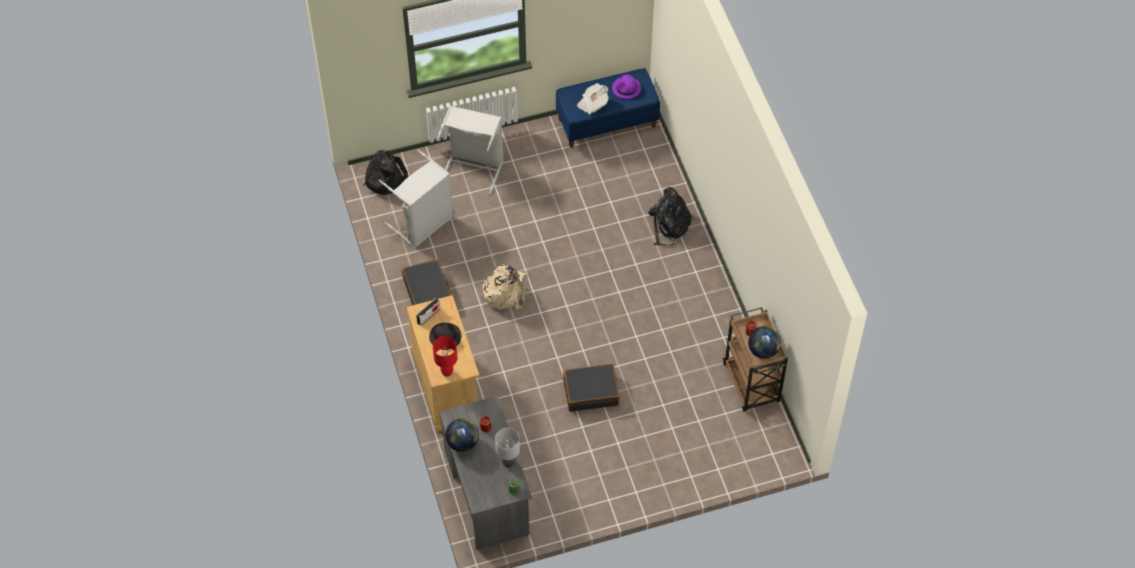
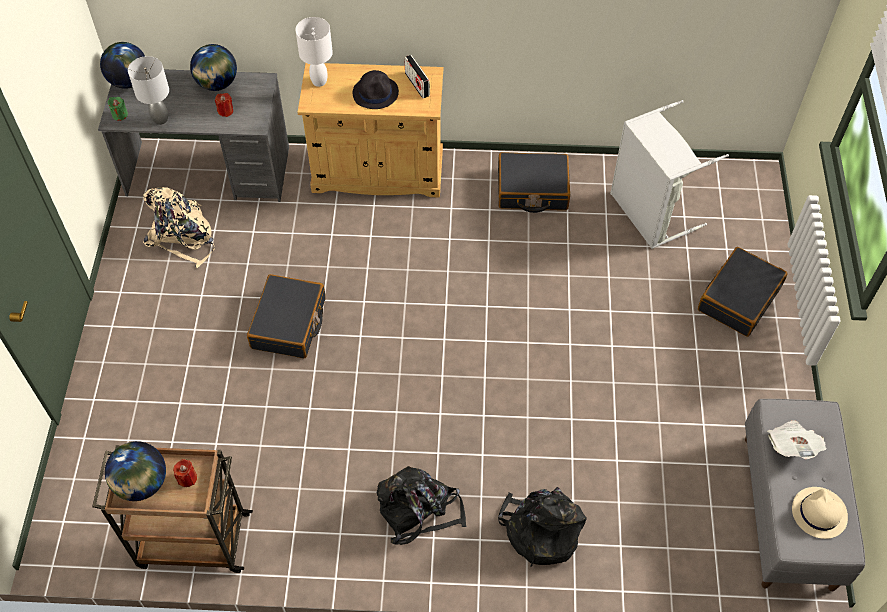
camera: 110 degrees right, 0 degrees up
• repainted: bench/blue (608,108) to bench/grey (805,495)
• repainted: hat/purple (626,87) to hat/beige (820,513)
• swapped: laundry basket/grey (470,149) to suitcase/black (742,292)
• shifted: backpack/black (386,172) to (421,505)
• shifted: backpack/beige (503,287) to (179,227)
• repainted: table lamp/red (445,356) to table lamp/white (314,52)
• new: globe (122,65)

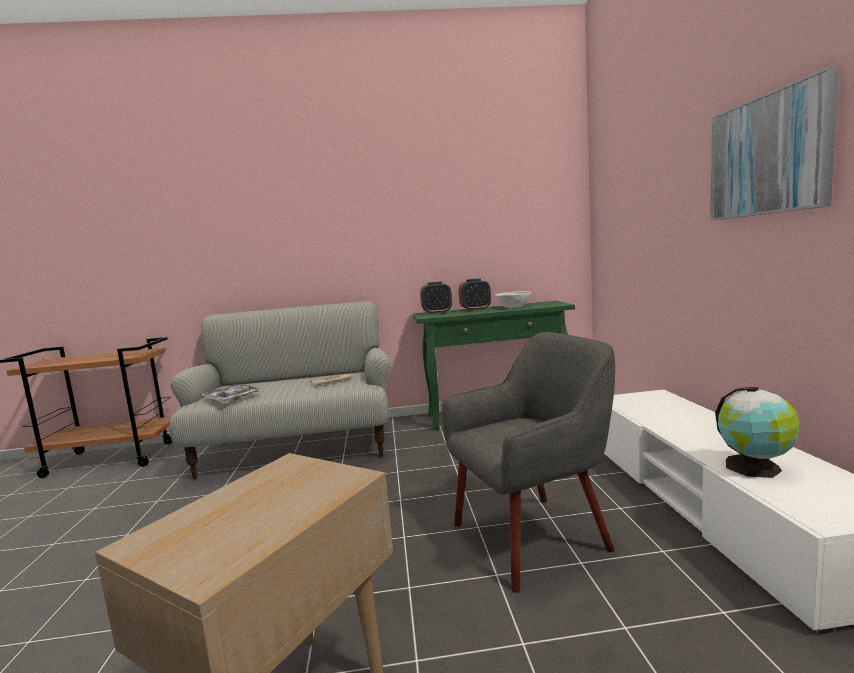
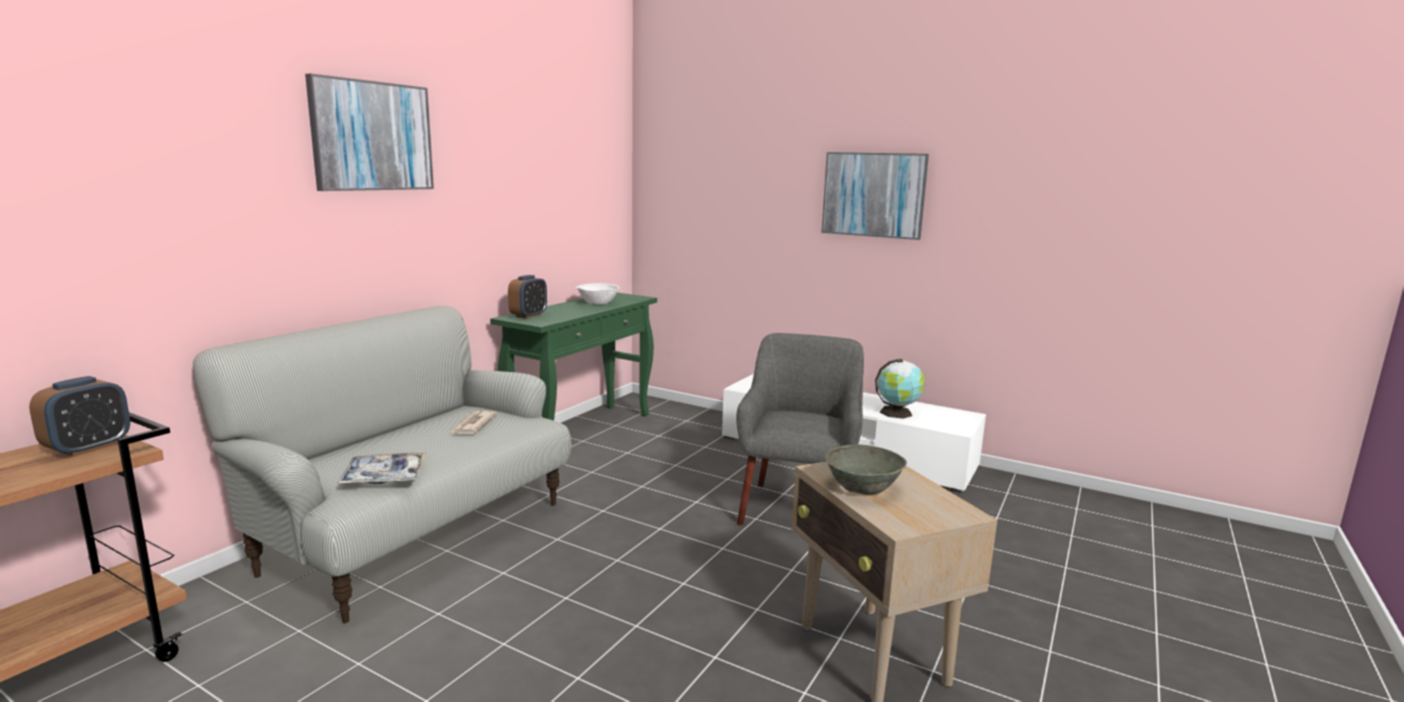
camera: 55 degrees left, 5 degrees up
• shifted: alarm clock (475,294) to (79,416)
• new: picture (369,132)
• new: bowl/grey (866,469)

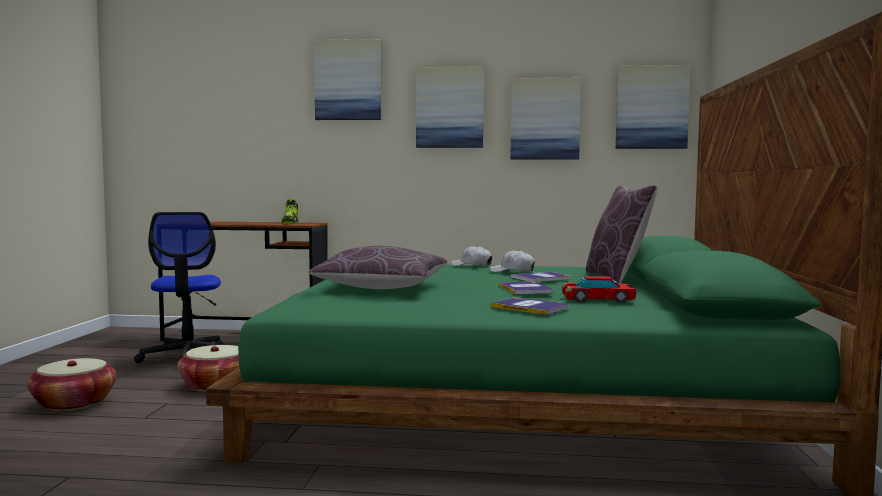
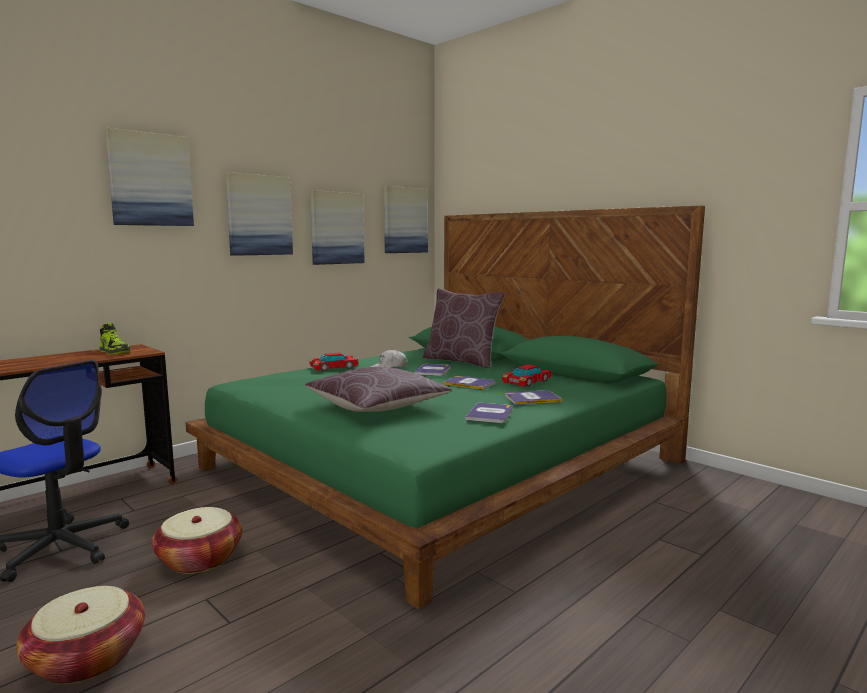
camera: 50 degrees left, 5 degrees up
• swapped: cap/white (471,256) to toy car (333,361)
• new: book (489,413)

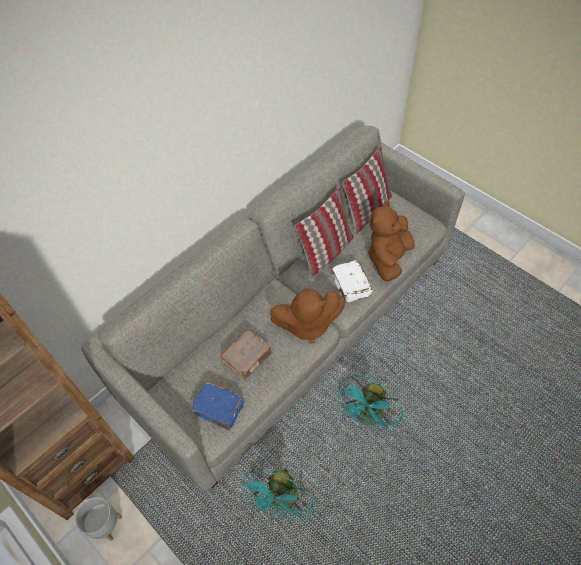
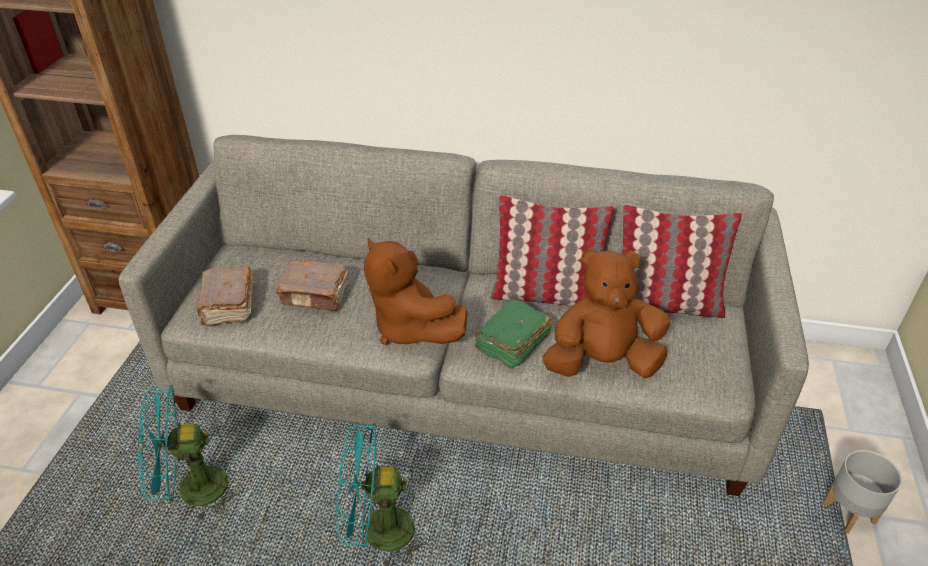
camera: 55 degrees right, 15 degrees down
• repainted: book/white (351,281) to book/green (513,334)
• repainted: book/blue (217,406) to book/brown (225,296)
• shifted: planter/grey (98,519) to (862,492)

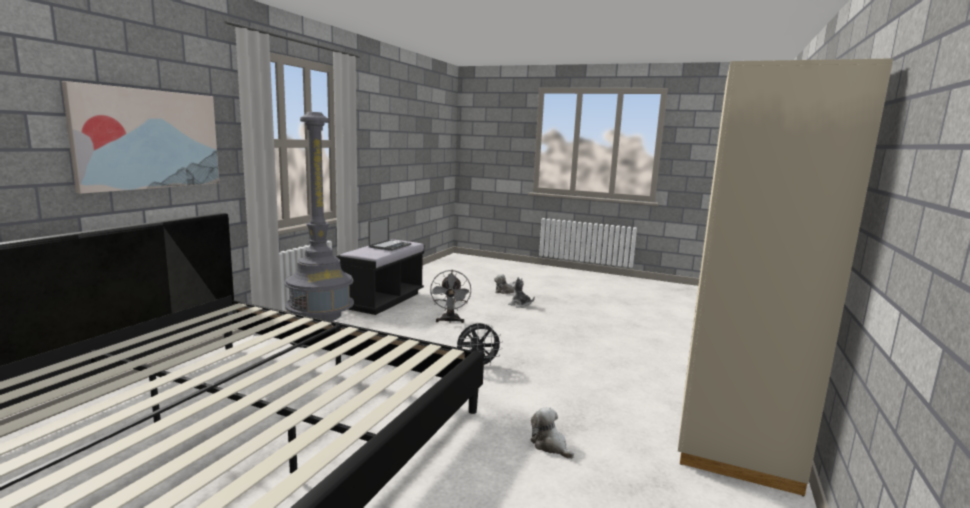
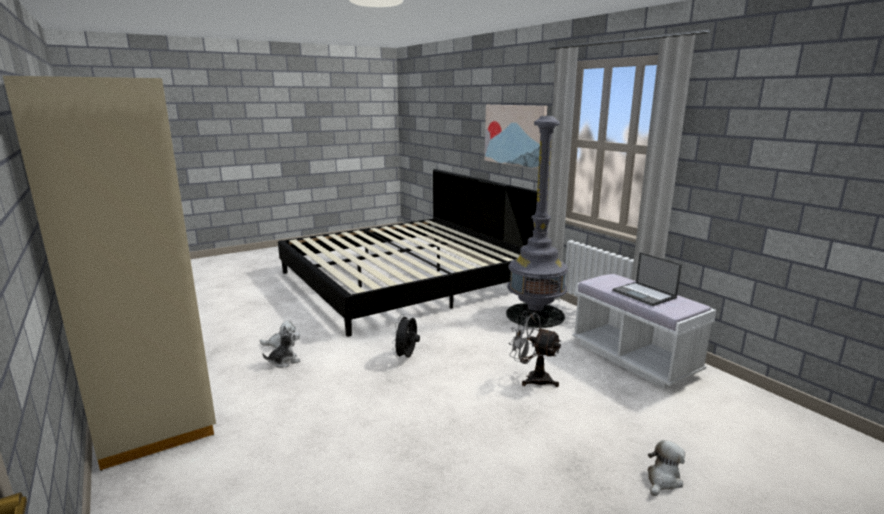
camera: 125 degrees right, 5 degrees up
• repainted: bench/black (380,277) to bench/white (644,331)
• shifted: plush toy (521,292) to (281,346)

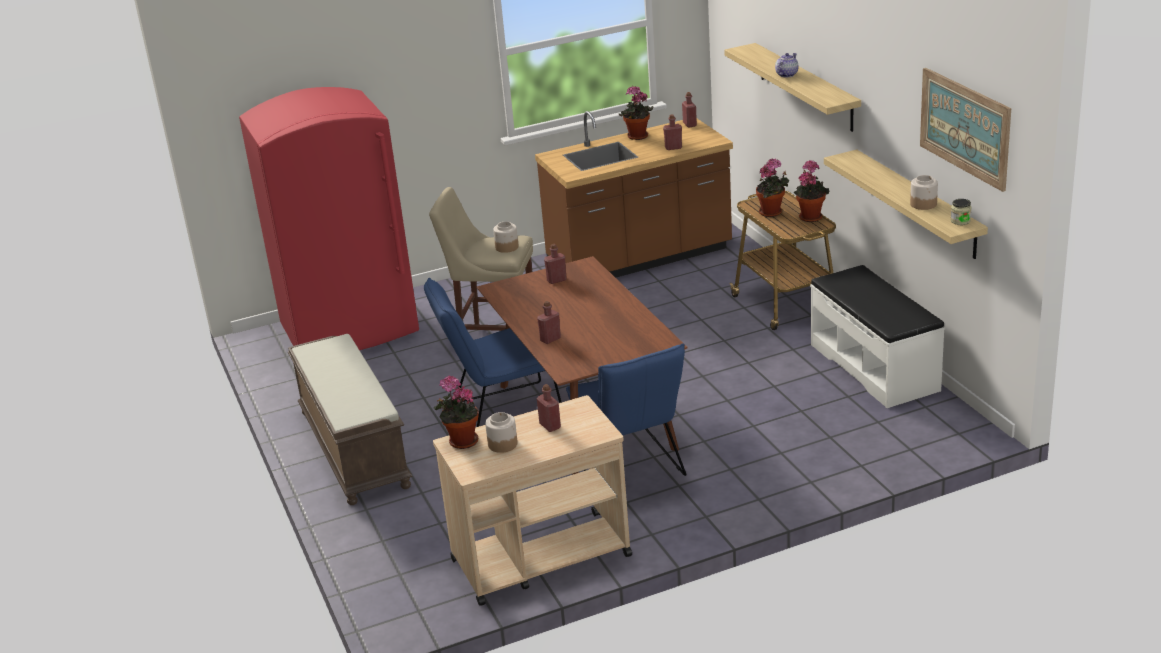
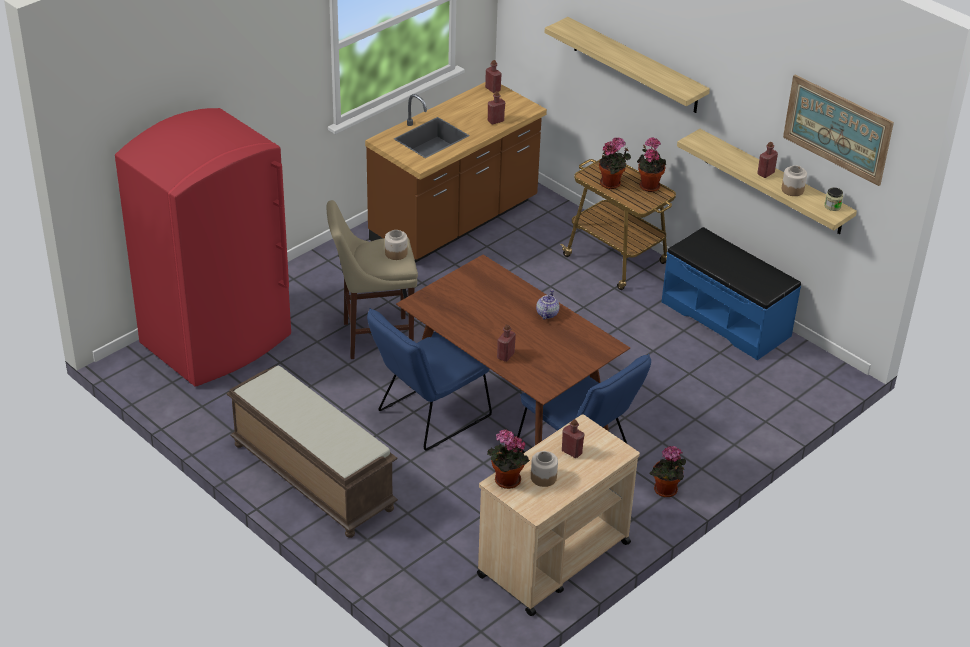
camera: 25 degrees left, 10 degrees up
• shifted: teapot (786,65) to (547,304)
• shifted: potted plant (636,113) to (668,471)
• shifted: bottle/red (555,264) to (767,160)
• repainted: bench/white (877,336) to bench/blue (731,293)

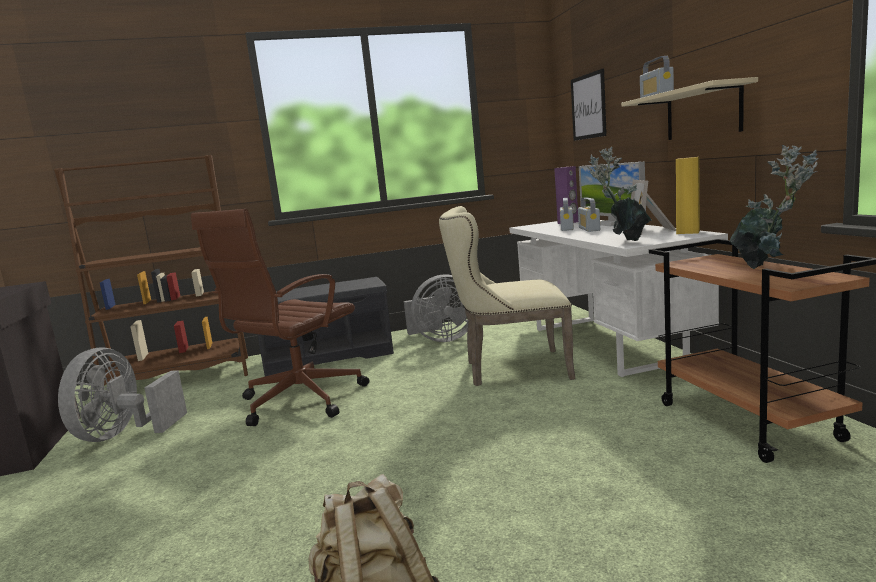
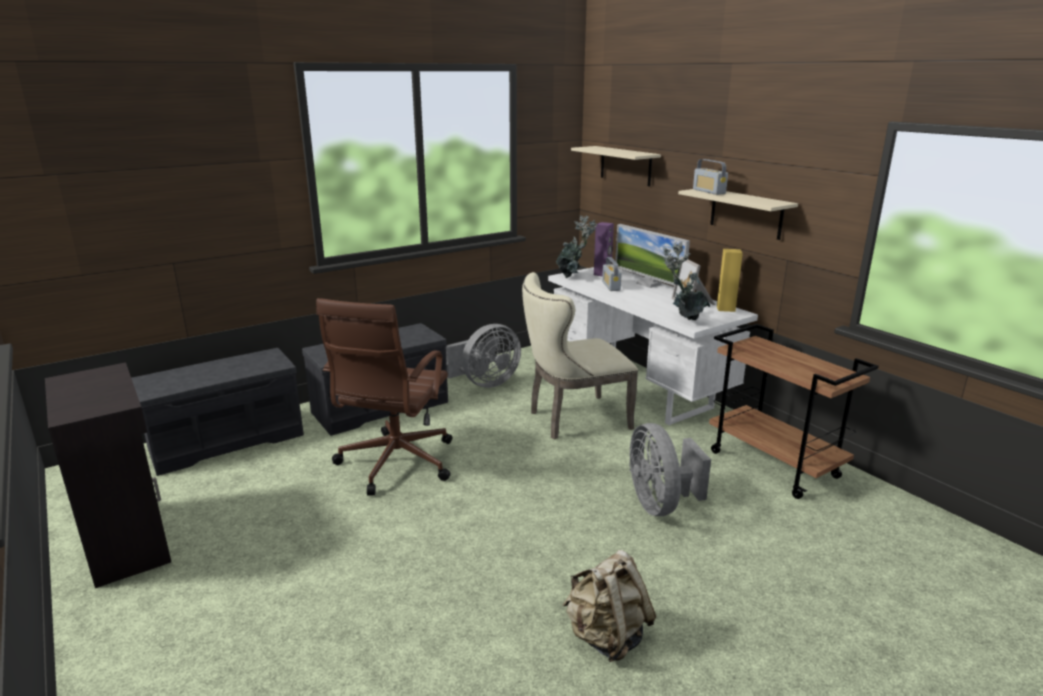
camera: 20 degrees left, 10 degrees up
• swapped: picture (589,105) to shelf/beige (616,166)
• shifted: potted plant (774,207) to (576,246)
• swapped: bookcase/brown (151,270) to bench/grey (217,412)
• gone: radio (589,214)
• shifted: fan/grey (122,394) to (670,469)

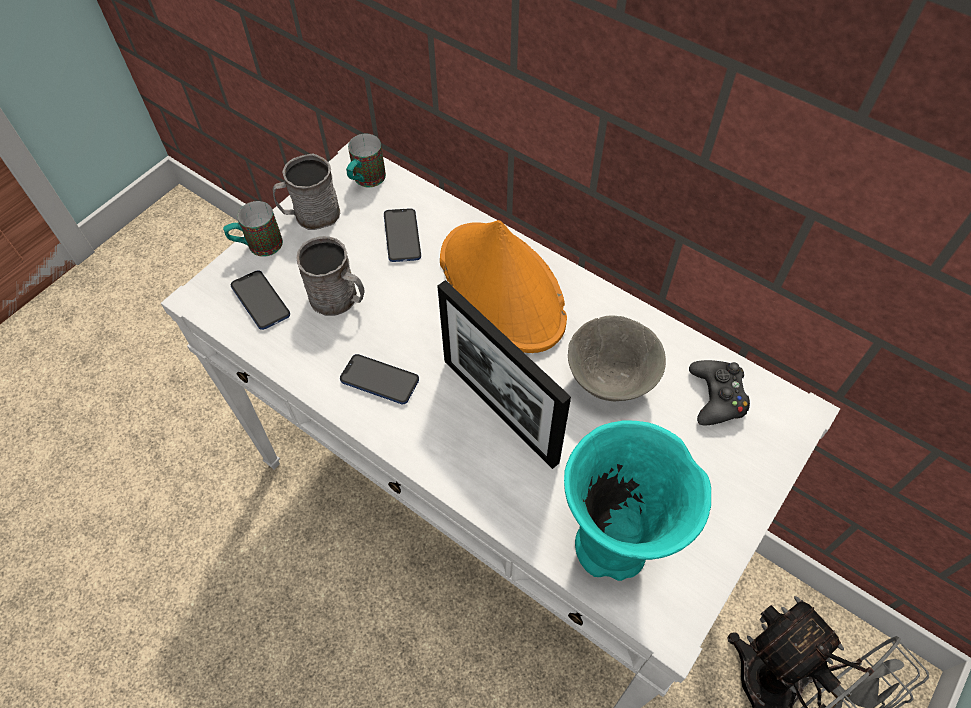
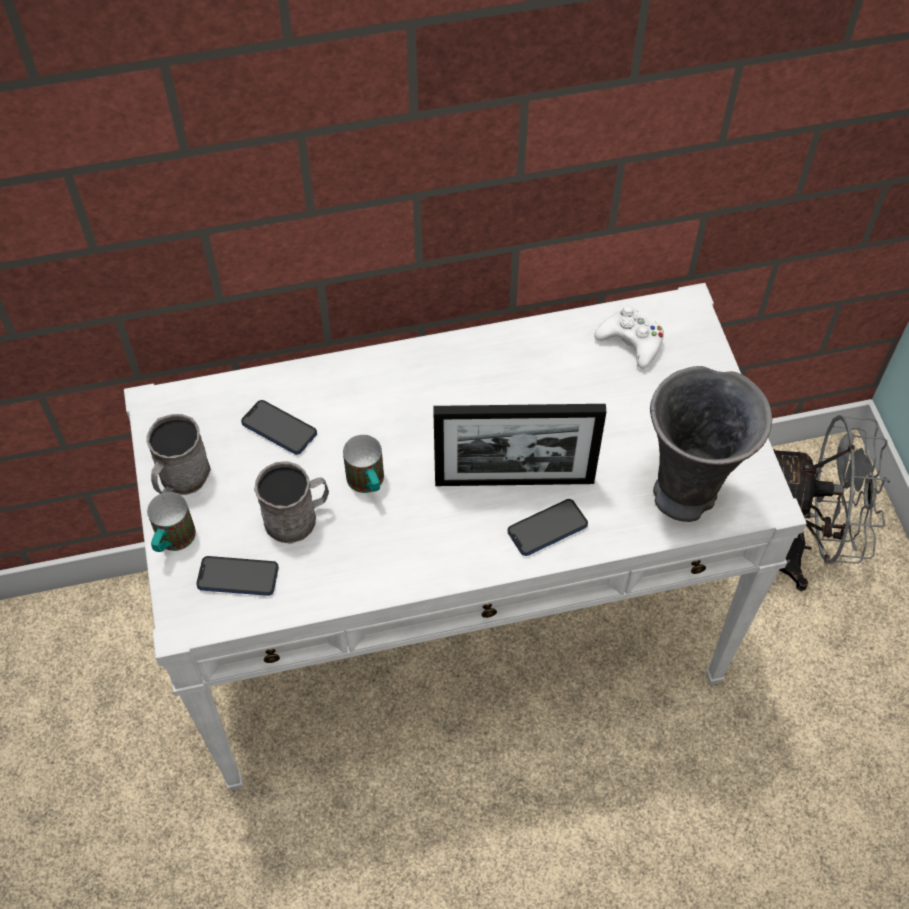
camera: 50 degrees left, 0 degrees up
• shifted: mug (366,160) to (363,464)
• gone: hat/orange (503,286)
• gone: bowl/grey (617,358)
• shifted: phone (379,379) to (547,527)
• repainted: game controller/black (719,393) to game controller/white (629,337)
• repainted: vase/turquoise (637,501) to vase/grey (711,444)

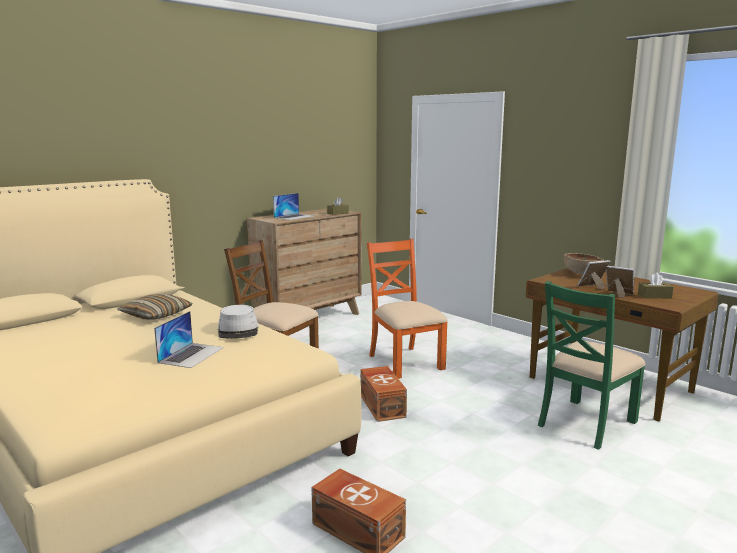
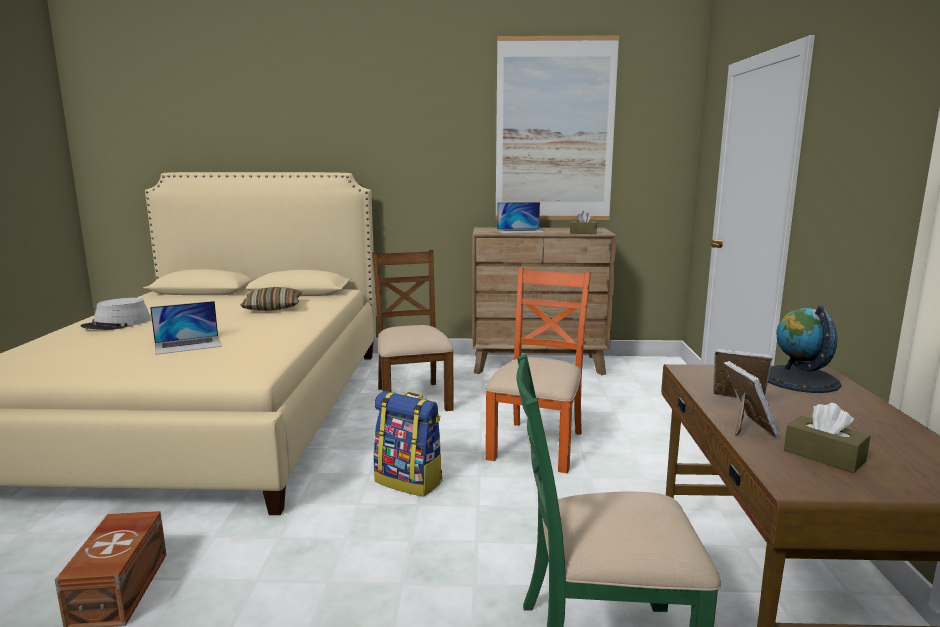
camera: 45 degrees right, 0 degrees up
• swapped: bowl/brown (584,263) to globe (804,349)
• shifted: hat/grey (238,322) to (116,314)
• swapped: storage box/brown (383,394) to backpack (407,444)
• new: picture (557,127)

